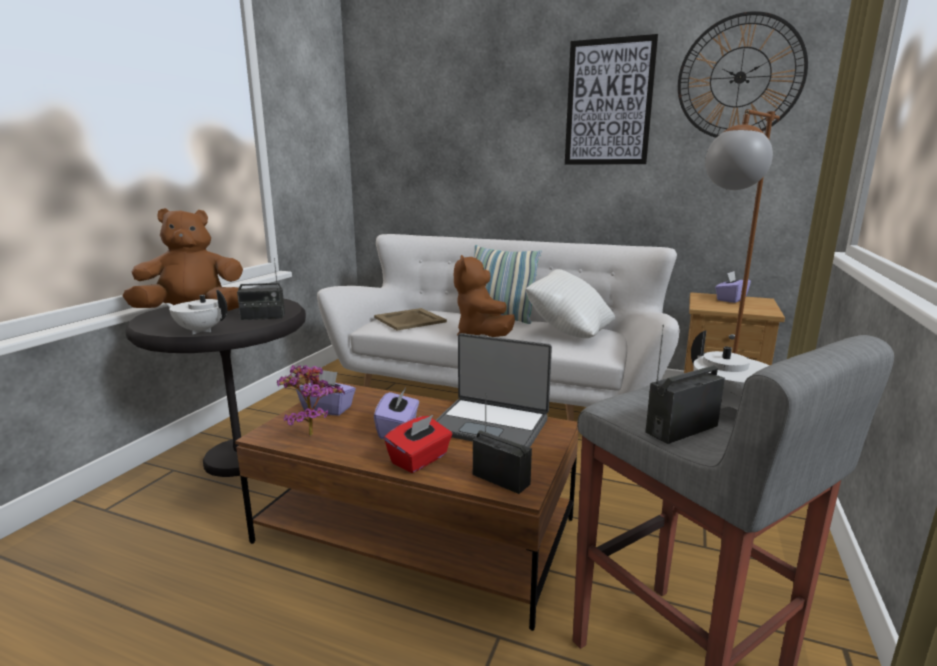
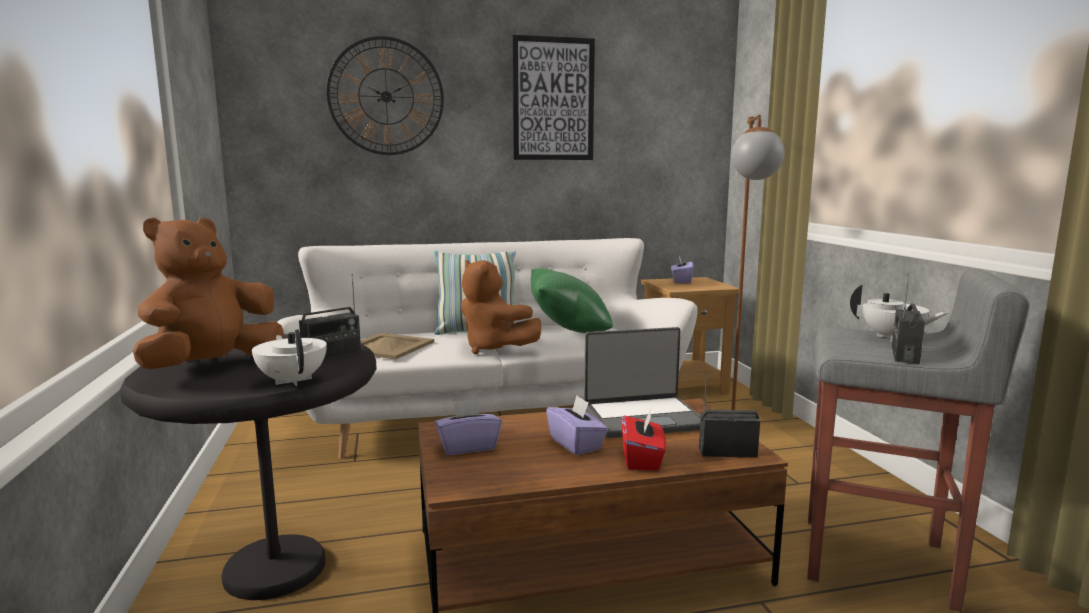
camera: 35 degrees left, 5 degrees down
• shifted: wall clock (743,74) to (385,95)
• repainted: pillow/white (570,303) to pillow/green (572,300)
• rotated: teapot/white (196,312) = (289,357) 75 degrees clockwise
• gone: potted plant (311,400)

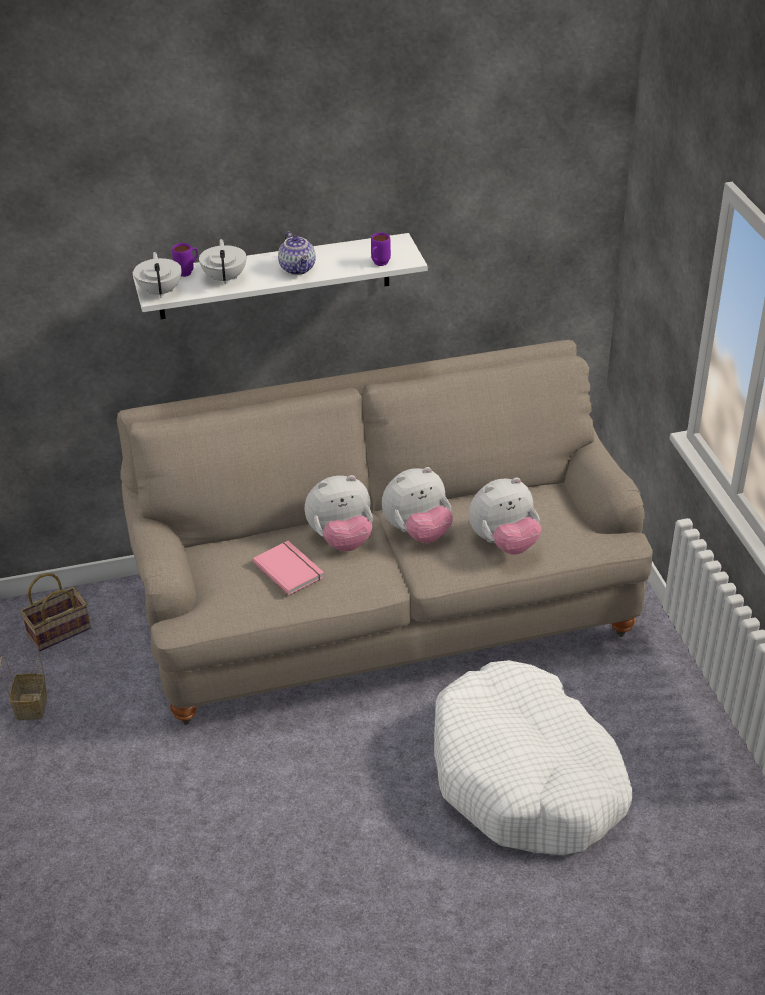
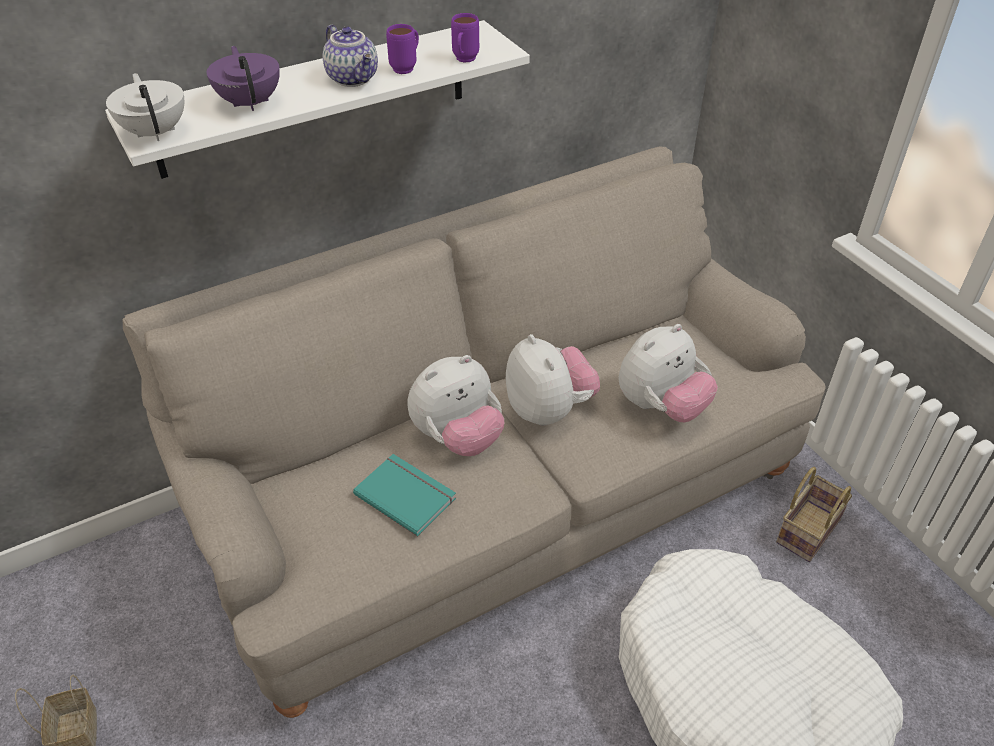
camera: 15 degrees left, 5 degrees up
• repainted: teapot/white (222,261) to teapot/purple (243,78)
• shifted: mug/purple (185,260) to (402,49)
• rotated: plush toy (417,505) = (553,380) 75 degrees counterclockwise
• repainted: book/pink (288,568) to book/turquoise (404,495)
• shifted: basket (55,612) to (814,514)

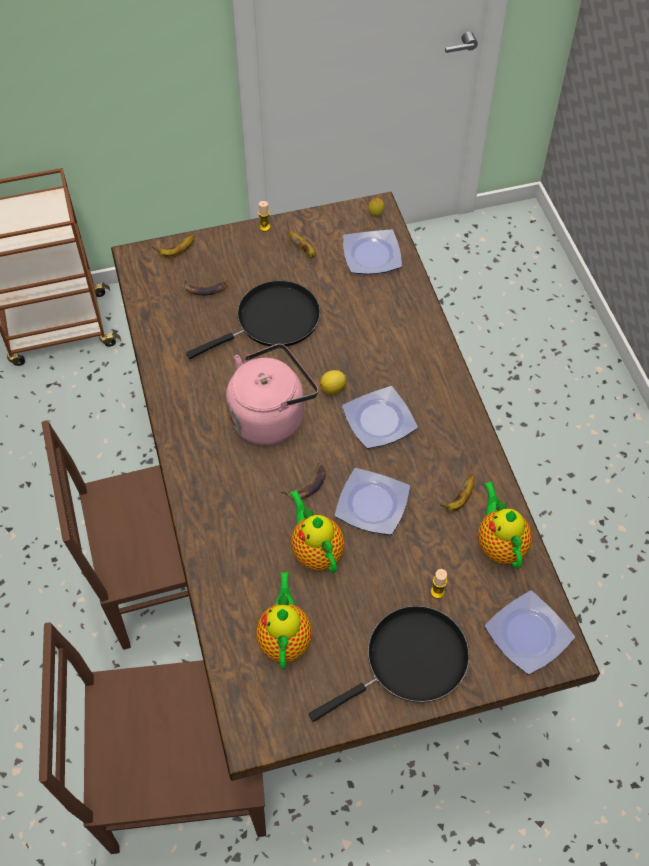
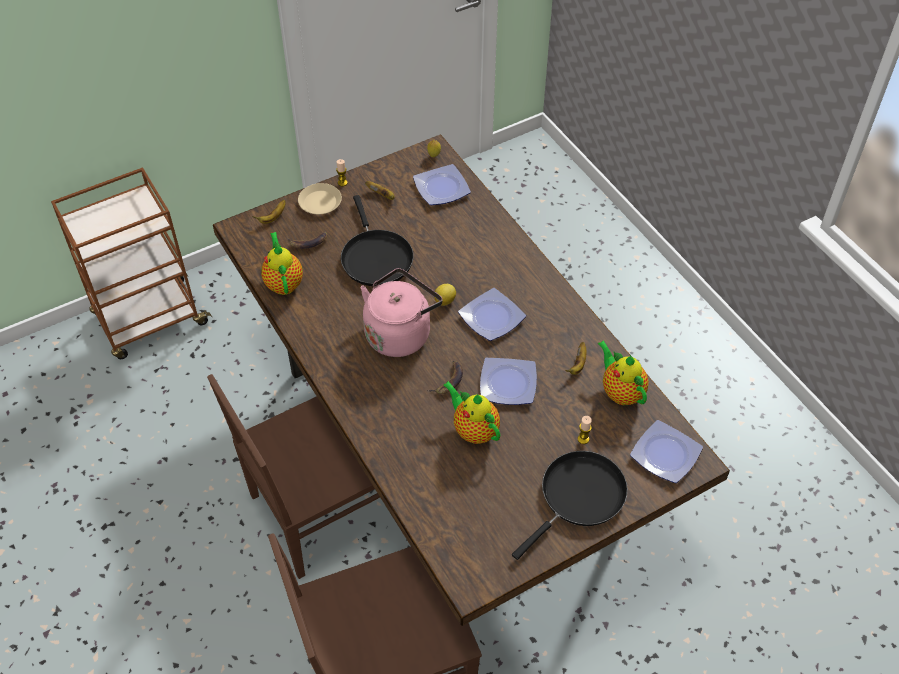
camera: 15 degrees left, 5 degrees down
• rotated: frying pan/black (253,319) = (377,240) 120 degrees clockwise
• shifted: teapot (284,621) to (282,263)
• new: plate/beige (320,198)

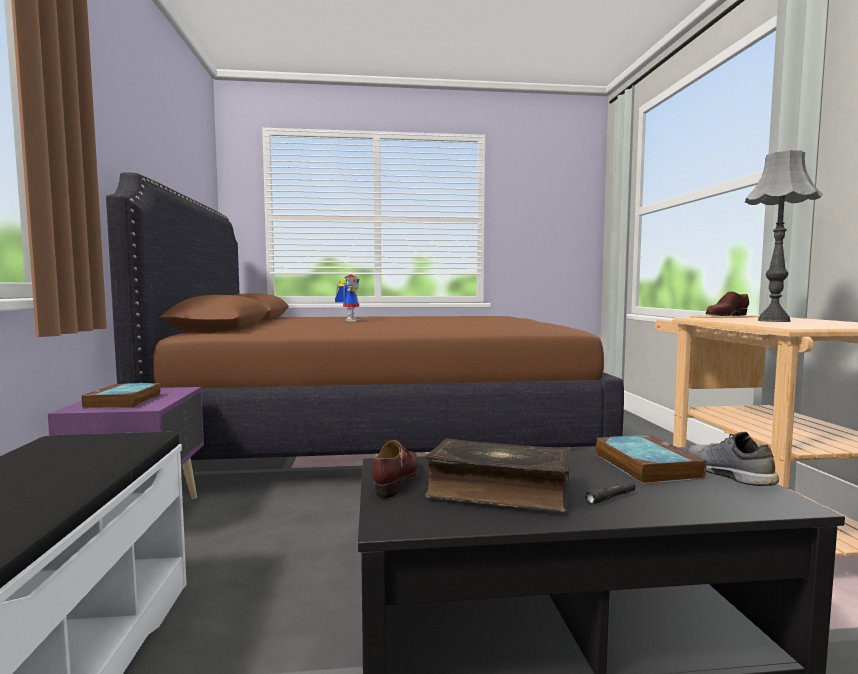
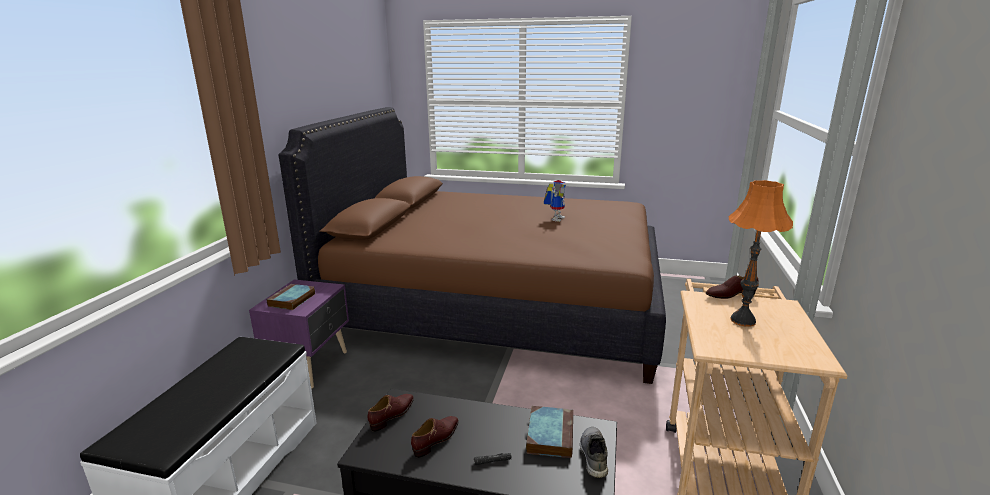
camera: 20 degrees right, 15 degrees up
• repainted: table lamp/grey (784,236) to table lamp/orange (760,253)
• shifted: toy robot (347,298) to (555,201)
• swapped: book (498,475) to shoe/brown (435,437)

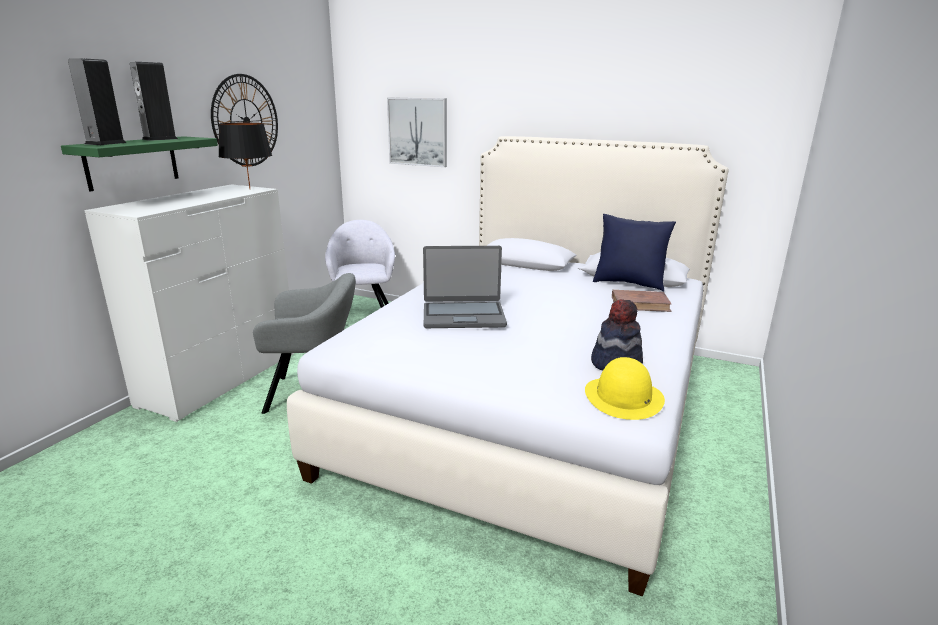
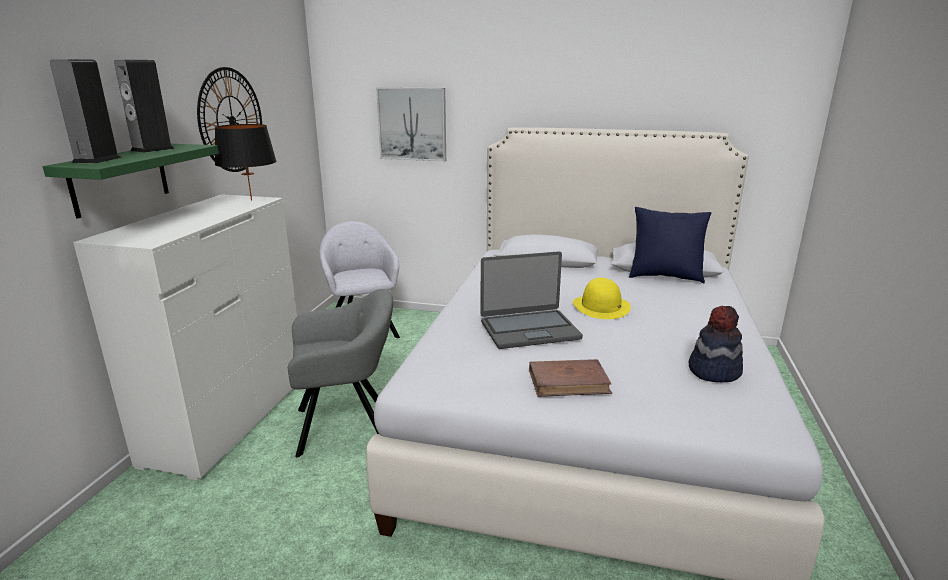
camera: 10 degrees left, 0 degrees up
• shifted: book/brown (642,301) to (570,378)
• shifted: hat/yellow (625,388) to (602,298)

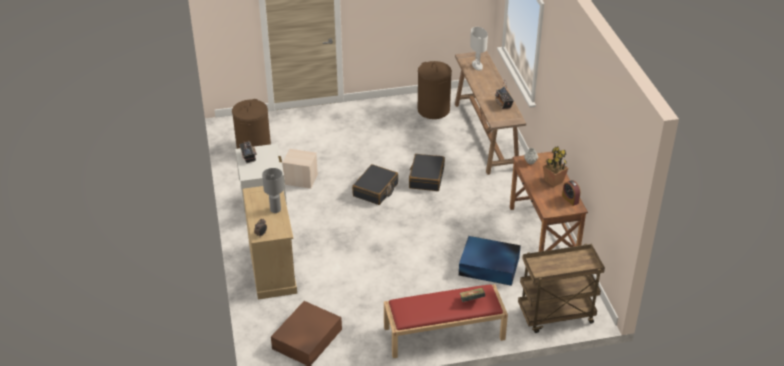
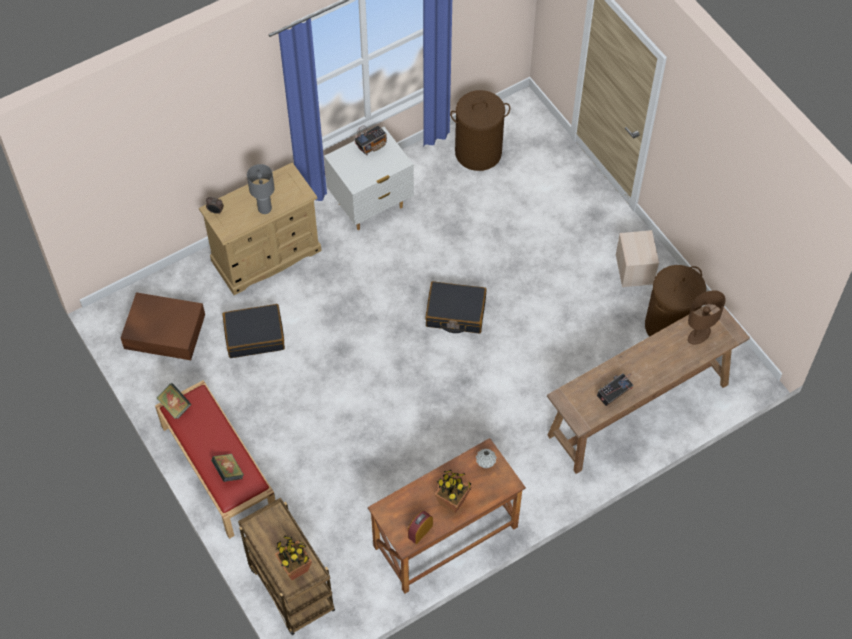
camera: 70 degrees right, 20 degrees up
• repainted: table lamp/white (479,49) to table lamp/brown (707,317)
• shifted: storage box/beige (300,169) to (637,258)
• shifted: suitcase/black (427,172) to (253,331)
• gone: storage box/blue (490,261)
• new: book (174,401)
• new: potted plant (293,558)

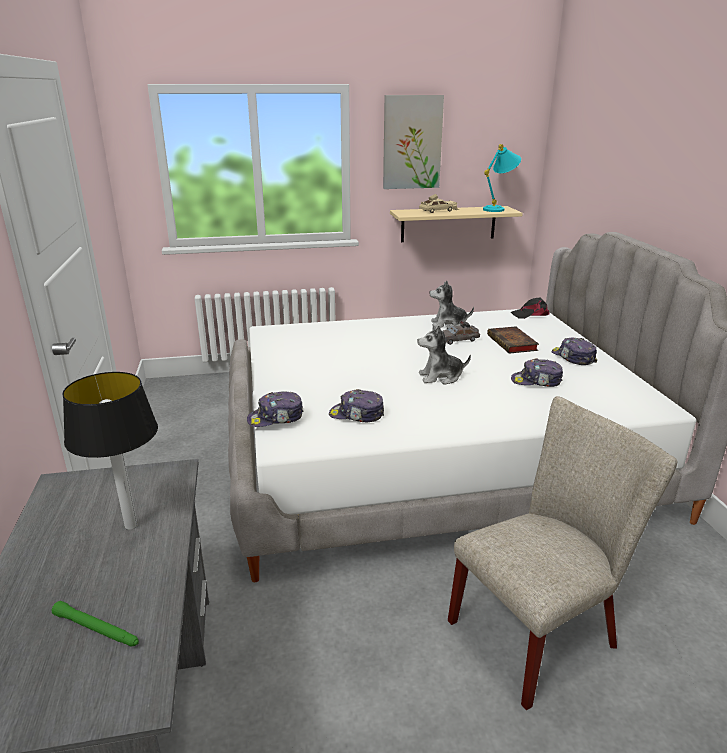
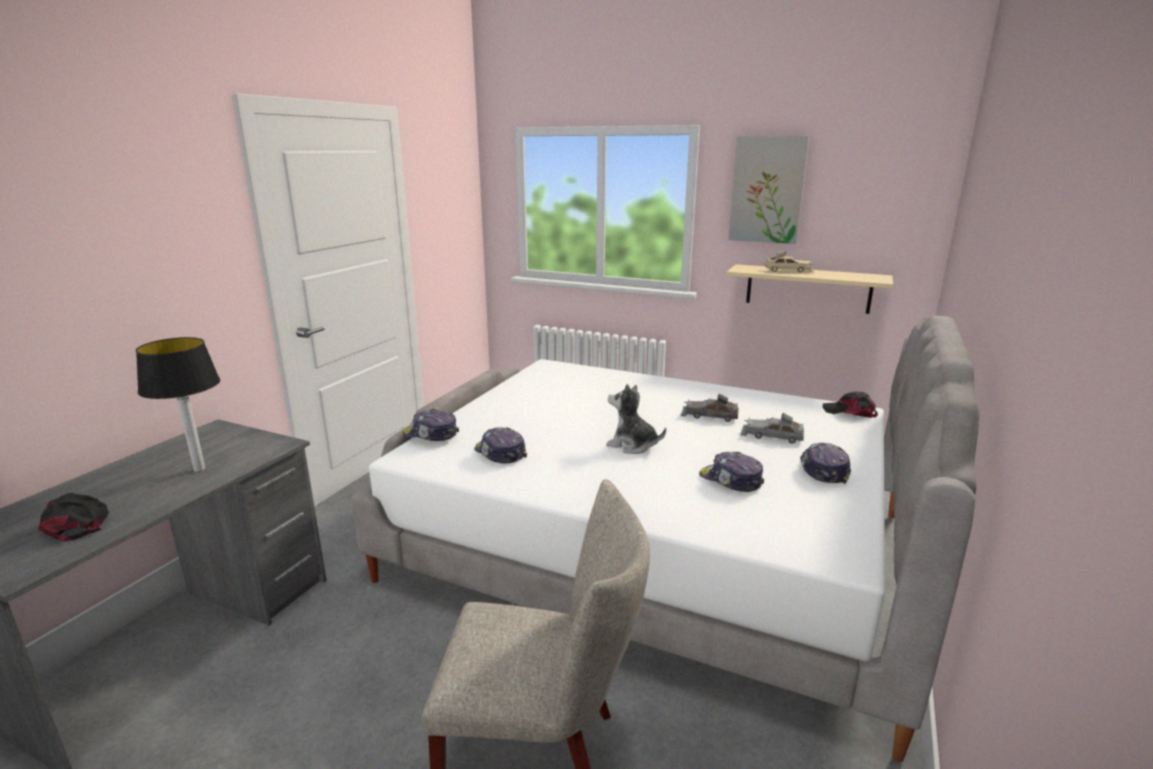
camera: 35 degrees right, 5 degrees down
• gone: table lamp/turquoise (502,178)
• gone: plush toy (451,305)
• swapped: book (513,340) to toy car/grey (772,428)
• swapped: flashlight/green (95,623) to cap/black (73,517)

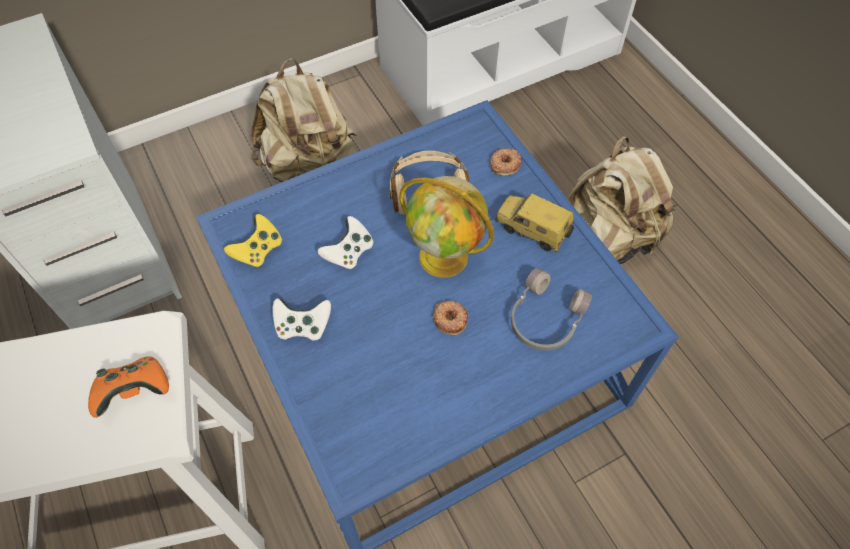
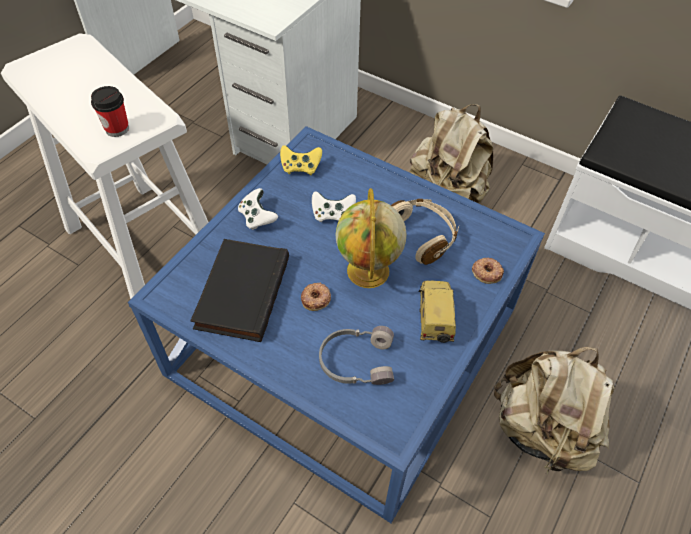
camera: 60 degrees right, 5 degrees down
• swapped: game controller/orange (128,387) to cup (110,111)
• new: book/black (239,290)

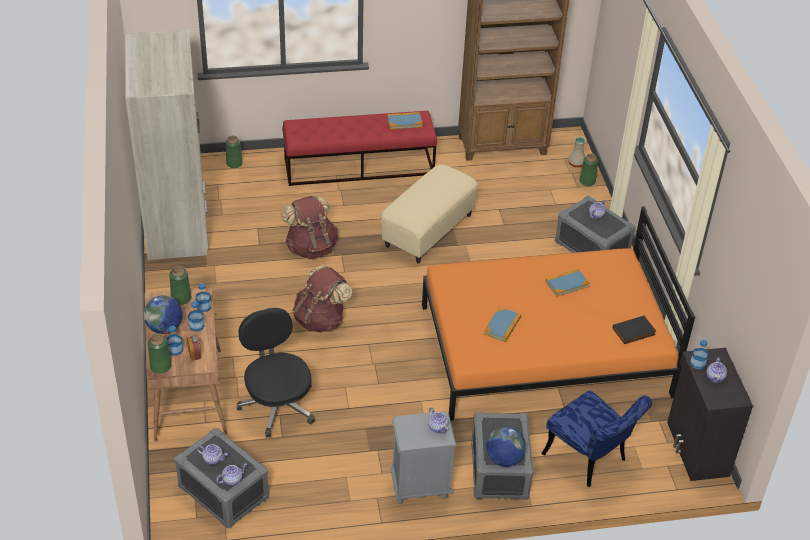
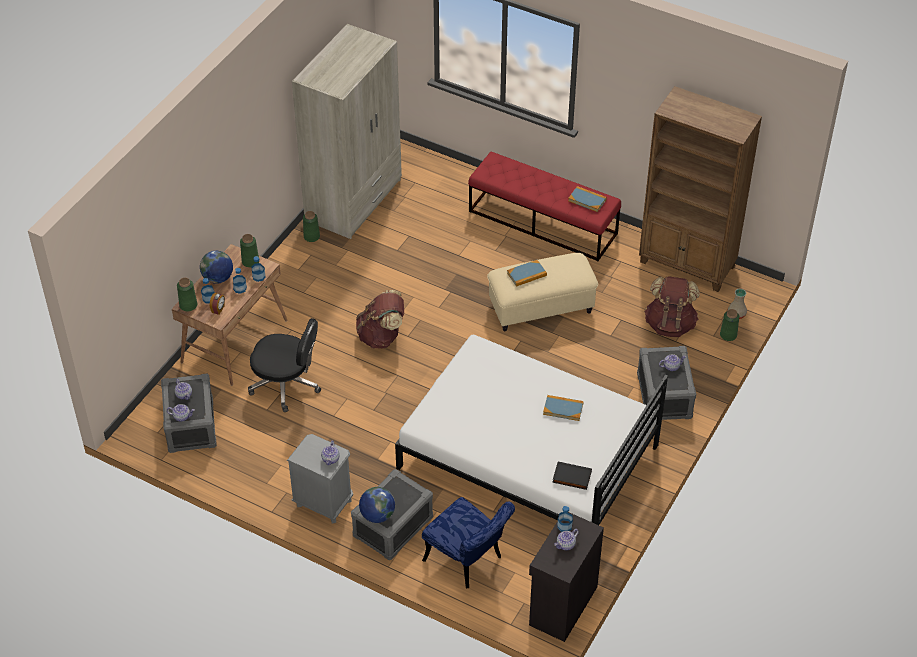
camera: 40 degrees right, 5 degrees up
• shifted: vase/green (234,152) to (311,226)
• shifted: backpack/brown (309,227) to (672,306)
• repainted: bed/orange (558,313) to bed/white (531,430)
• shifted: book (502,324) to (527,273)
• rotated: office chair/black (276,373) = (284,365) 90 degrees clockwise
• rotated: chair/blue (596,438) = (468,542) 45 degrees counterclockwise

